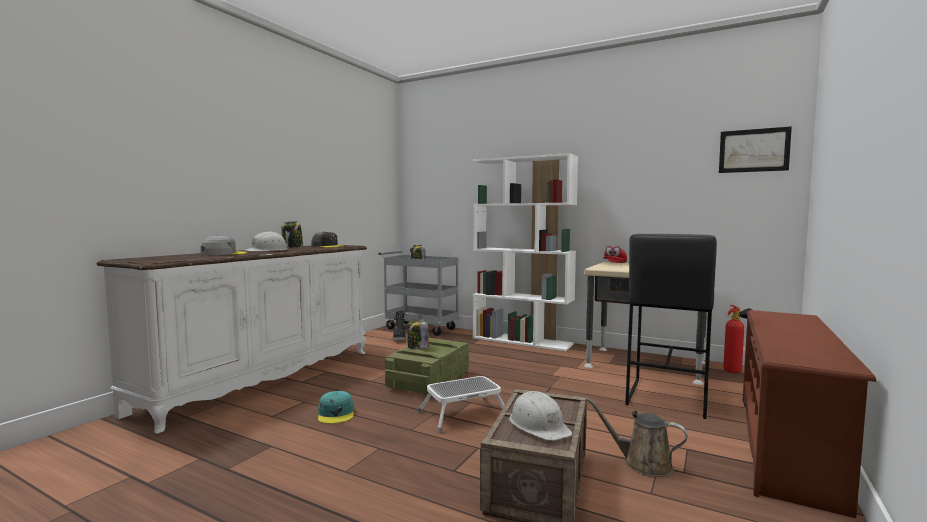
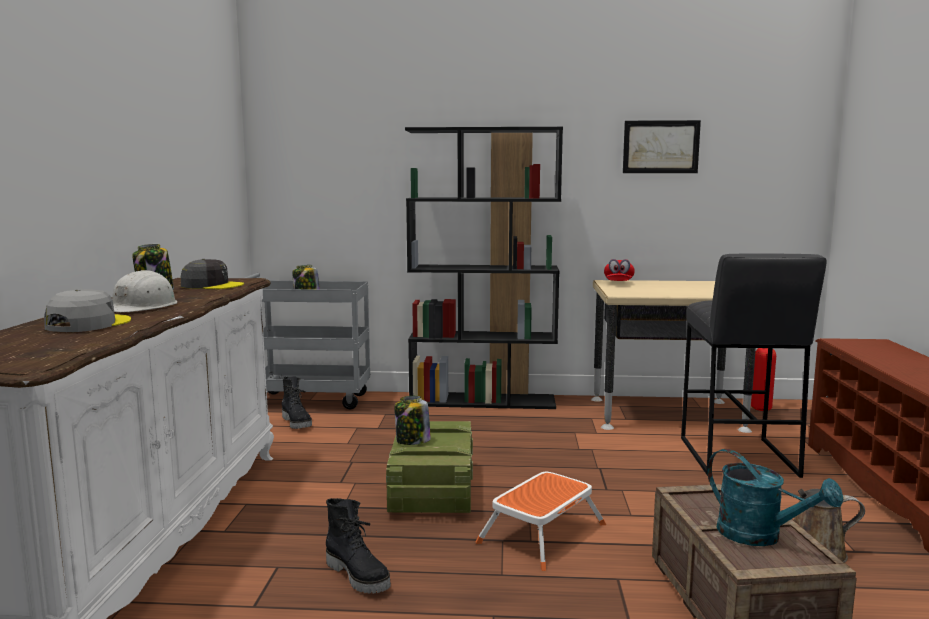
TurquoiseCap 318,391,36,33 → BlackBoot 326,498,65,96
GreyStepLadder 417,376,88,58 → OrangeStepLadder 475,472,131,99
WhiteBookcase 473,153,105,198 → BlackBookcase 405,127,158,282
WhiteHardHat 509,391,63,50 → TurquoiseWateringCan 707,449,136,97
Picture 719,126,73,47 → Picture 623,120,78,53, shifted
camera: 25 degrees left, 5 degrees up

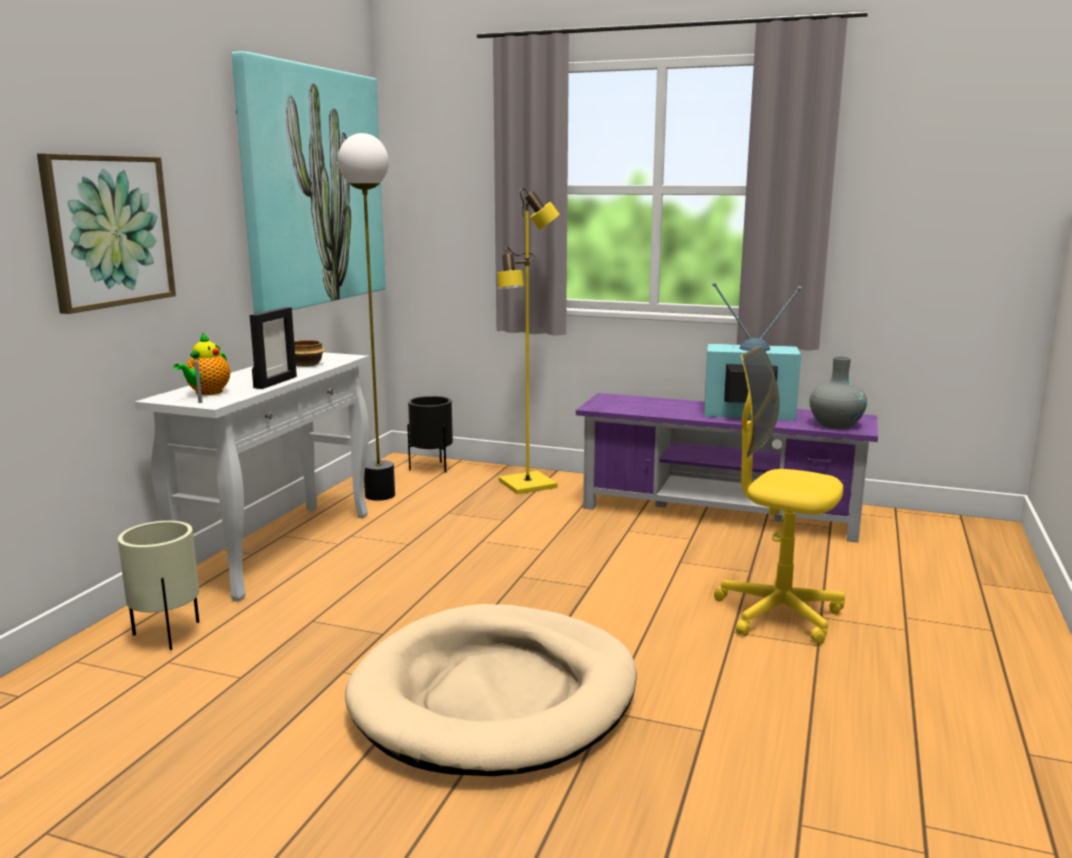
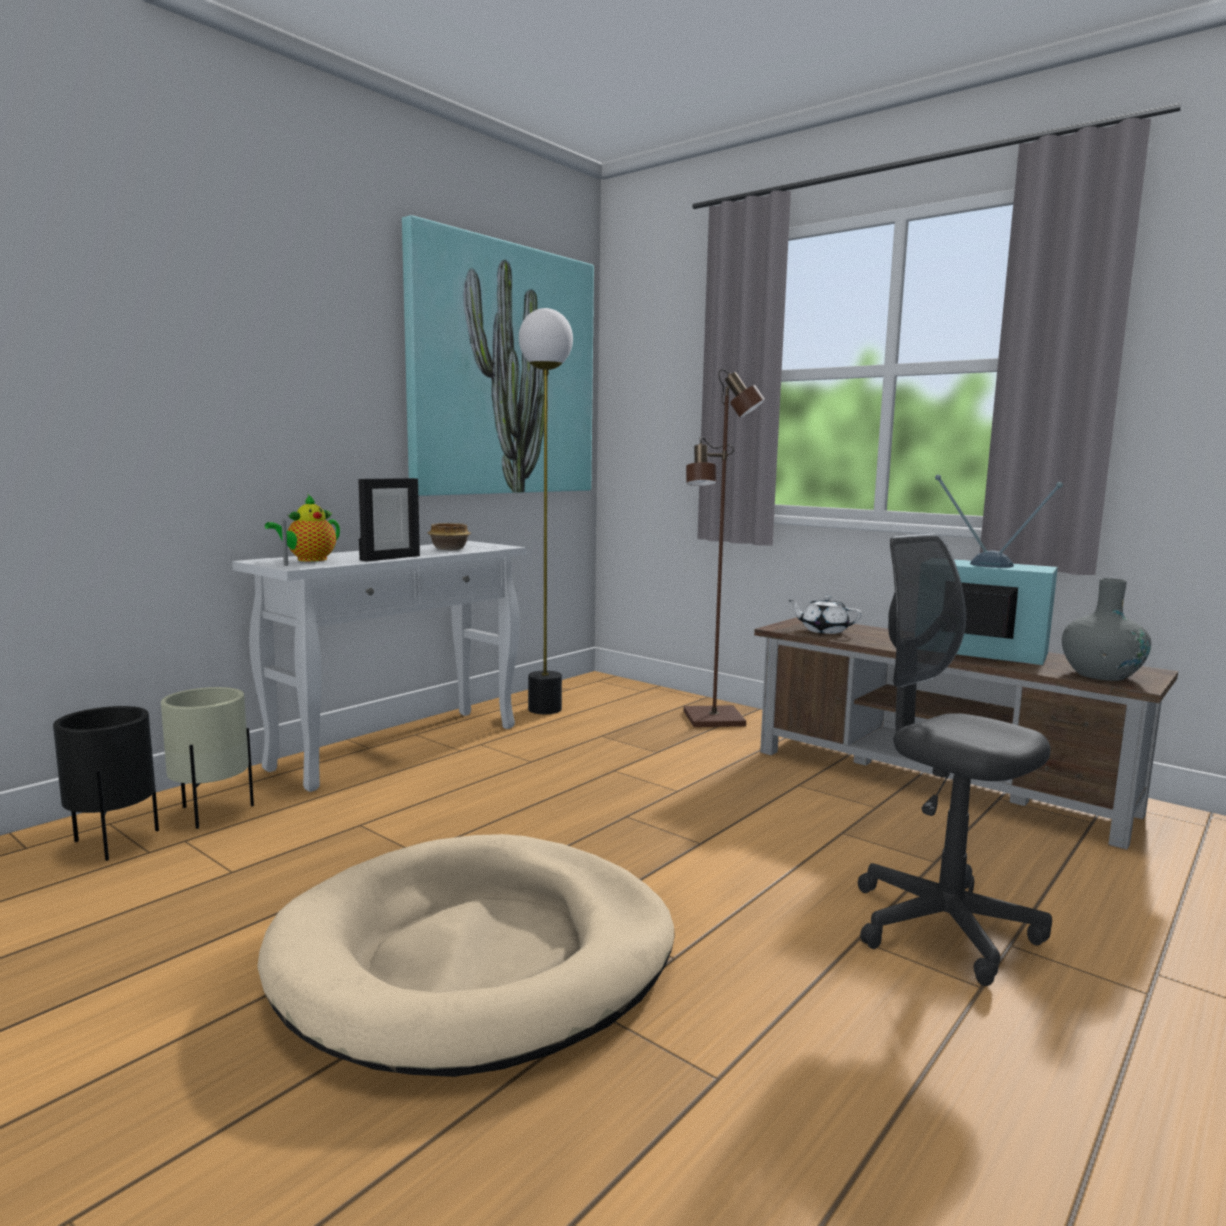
Picture 37,153,139,161 → -
BlackPlanter 407,396,46,77 → BlackPlanter 53,706,106,155, shifted
YellowFloorLamp 497,188,62,306 → BrownFloorLamp 684,369,81,358
PurpleTvStand 576,393,302,150 → BrownTvStand 754,617,424,233
YellowOfficeChair 714,347,131,298 → GreyOfficeChair 858,534,194,452
- → WhiteTeapot 788,596,74,38
camera: 20 degrees right, 5 degrees down

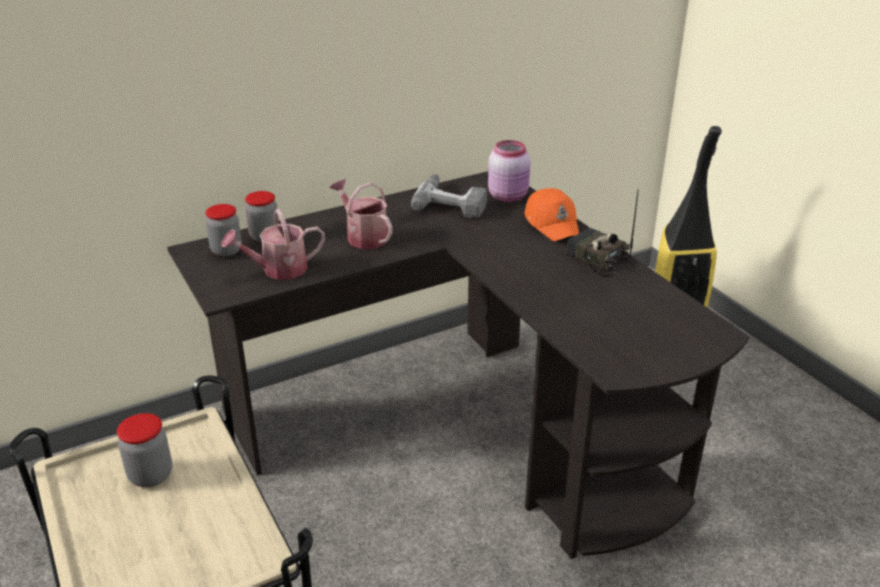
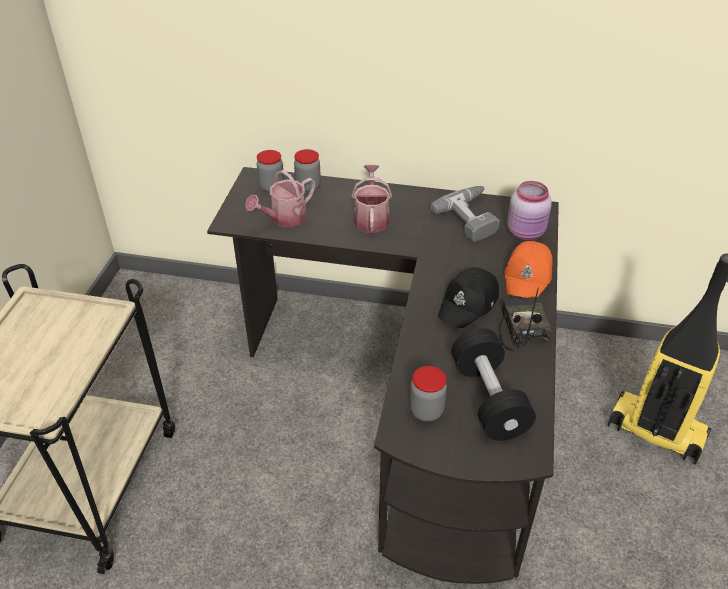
Jar 117,413,55,74 → Jar 410,366,37,55, shifted
WateringCan 221,209,104,71 → WateringCan 245,170,70,57, 60 degrees counterclockwise
- → BlackCap 438,267,61,61
- → BlackDumbbell 451,328,85,113
camera: 40 degrees right, 10 degrees up

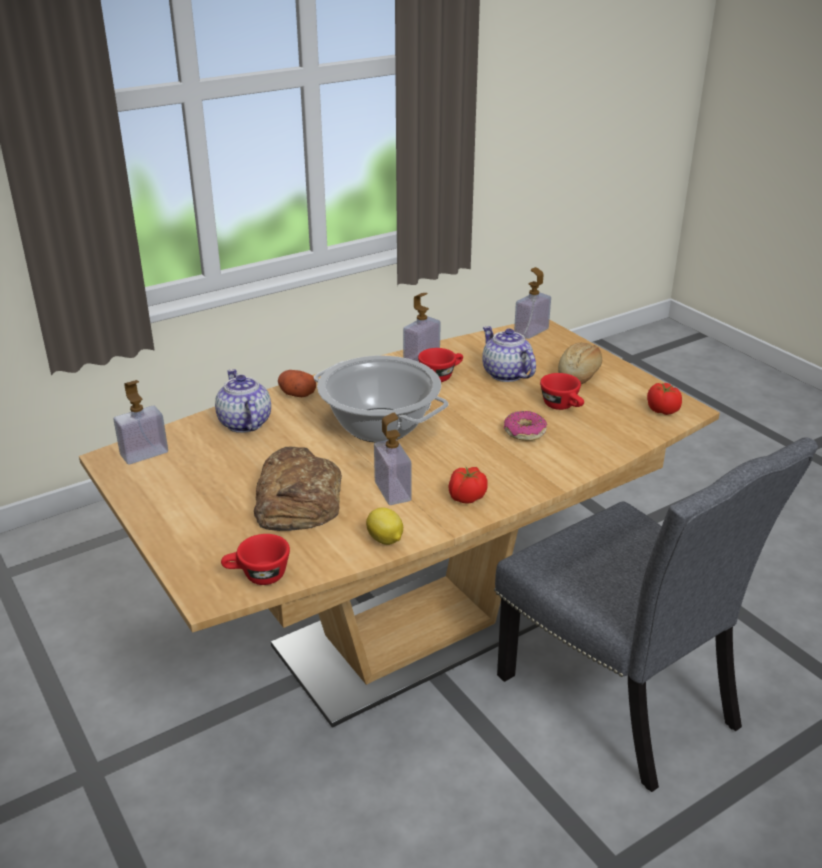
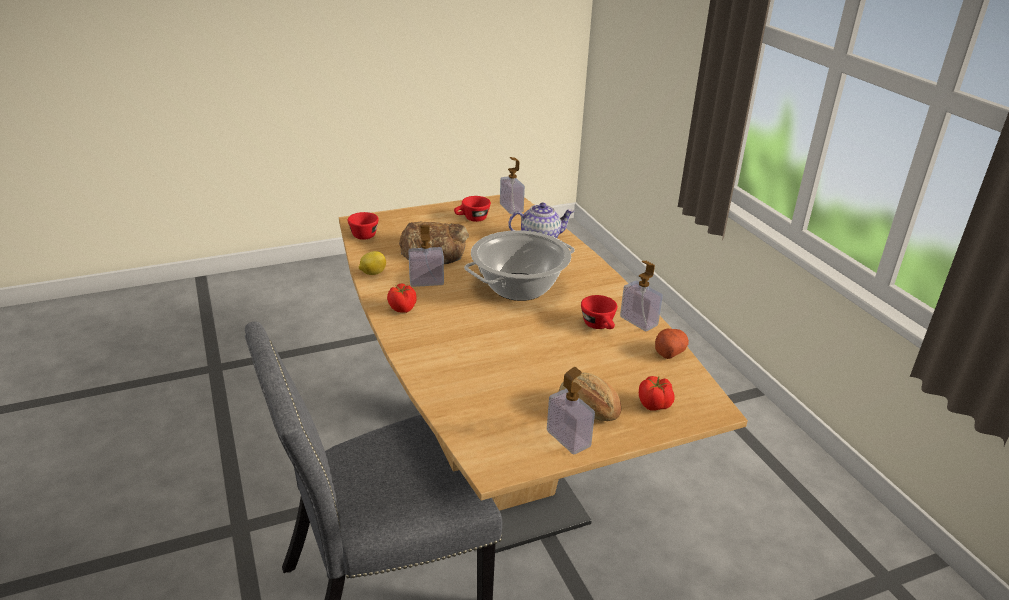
Potato 278,370,38,27 → Potato 655,328,34,31, shifted
Teapot 482,326,54,56 → -
Donut 504,411,43,30 → -
SoapDispenser 514,267,37,72 → SoapDispenser 547,367,48,88, shifted
RedCup 540,373,44,37 → RedCup 454,196,37,26, shifted
Tomato 647,383,35,32 → Tomato 639,376,36,35, shifted
camera: 100 degrees right, 0 degrees up

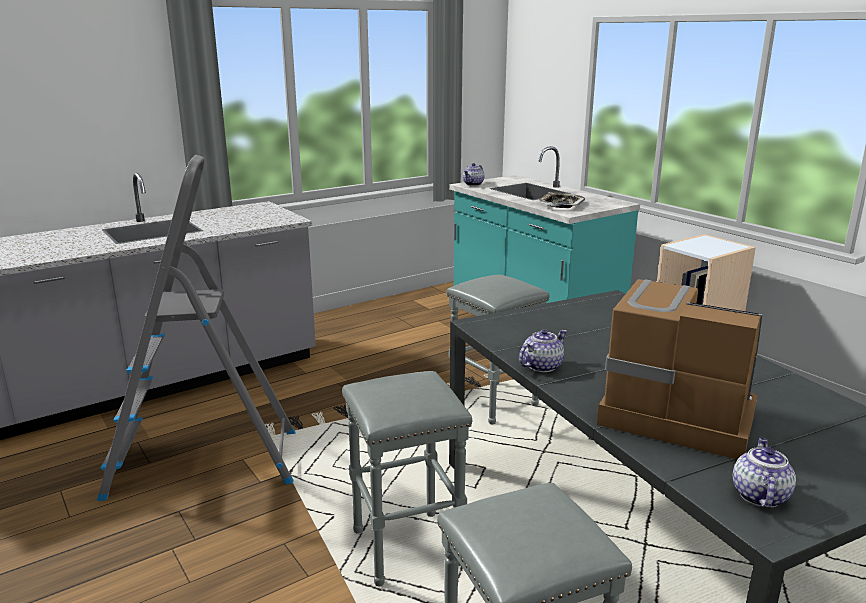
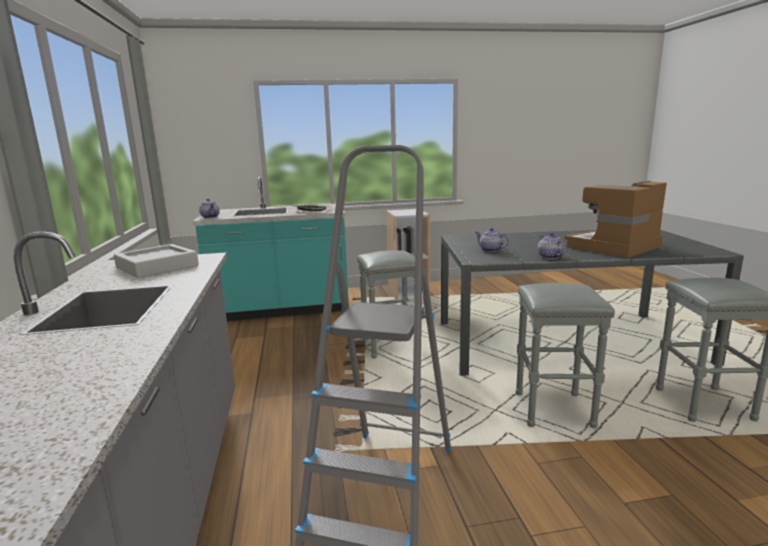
Teapot 733,438,63,70 → Teapot 475,228,34,24, shifted
- → GreyTray 114,244,85,34
camera: 65 degrees left, 5 degrees down

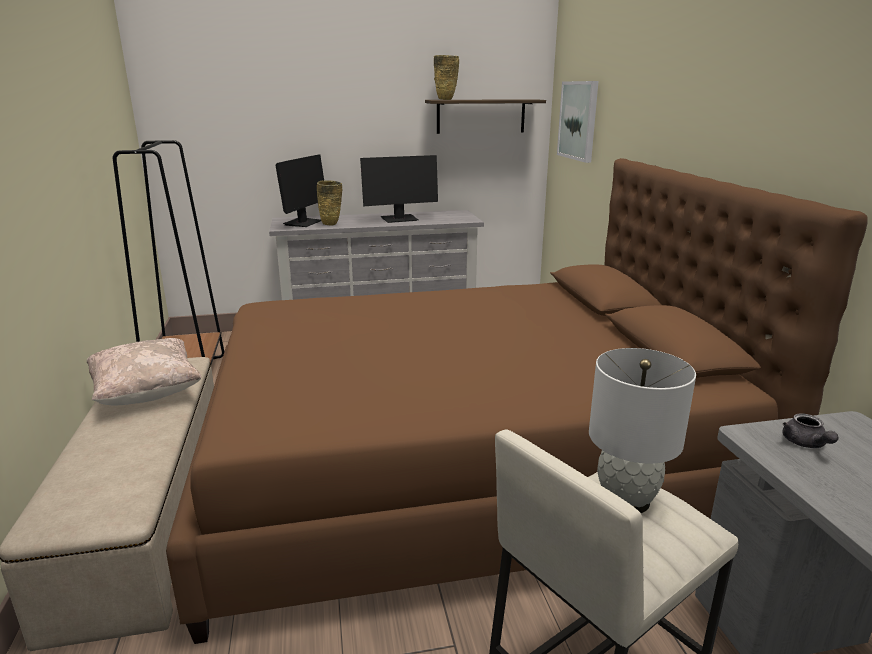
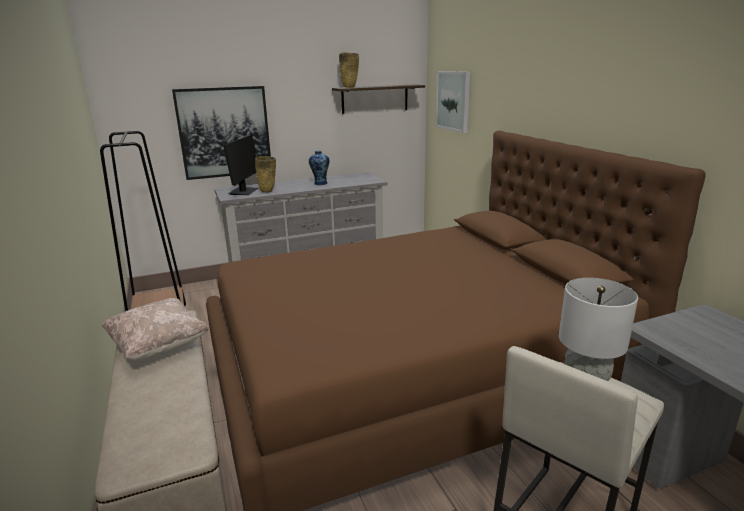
Monitor 360,155,78,68 → Vase 309,151,21,34
GreyTeapot 782,413,57,35 → -
- → Picture 172,86,99,94
camera: 10 degrees left, 0 degrees up

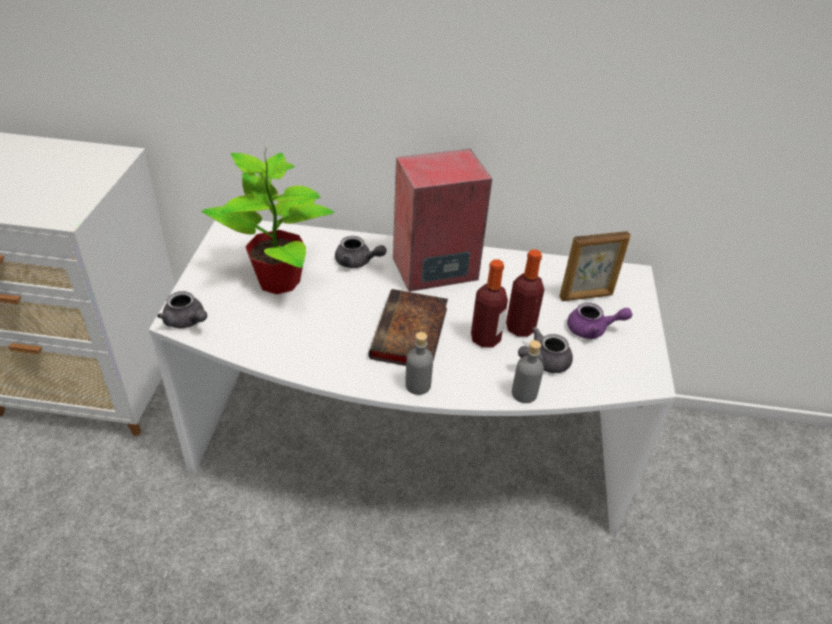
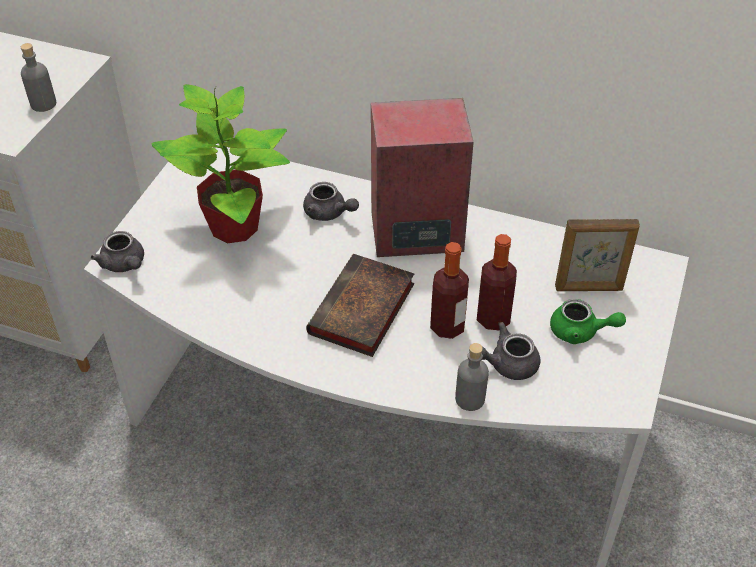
GreyBottle 405,332,28,63 → GreyBottle 21,43,35,69, shifted
PurpleTeapot 567,302,65,37 → GreenTeapot 550,299,76,45
camera: 15 degrees right, 5 degrees up

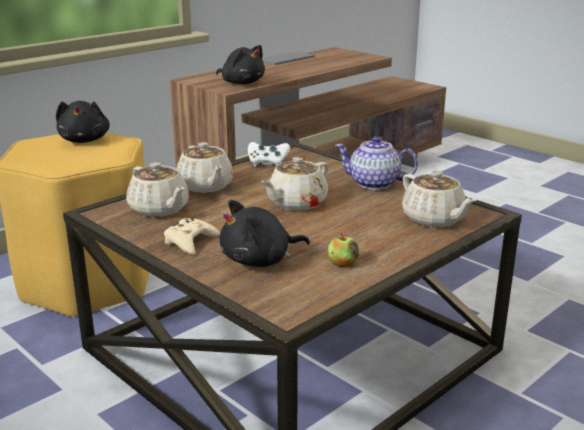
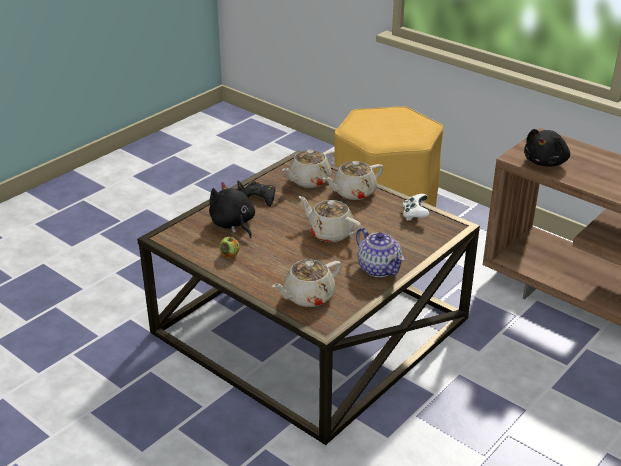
BlackPlushToy 56,101,54,42 → -
BeigeGameController 164,218,56,37 → BlackGameController 245,181,30,26
Teapot 335,136,83,54 → Teapot 356,228,49,49, 135 degrees clockwise
camera: 85 degrees right, 10 degrees up

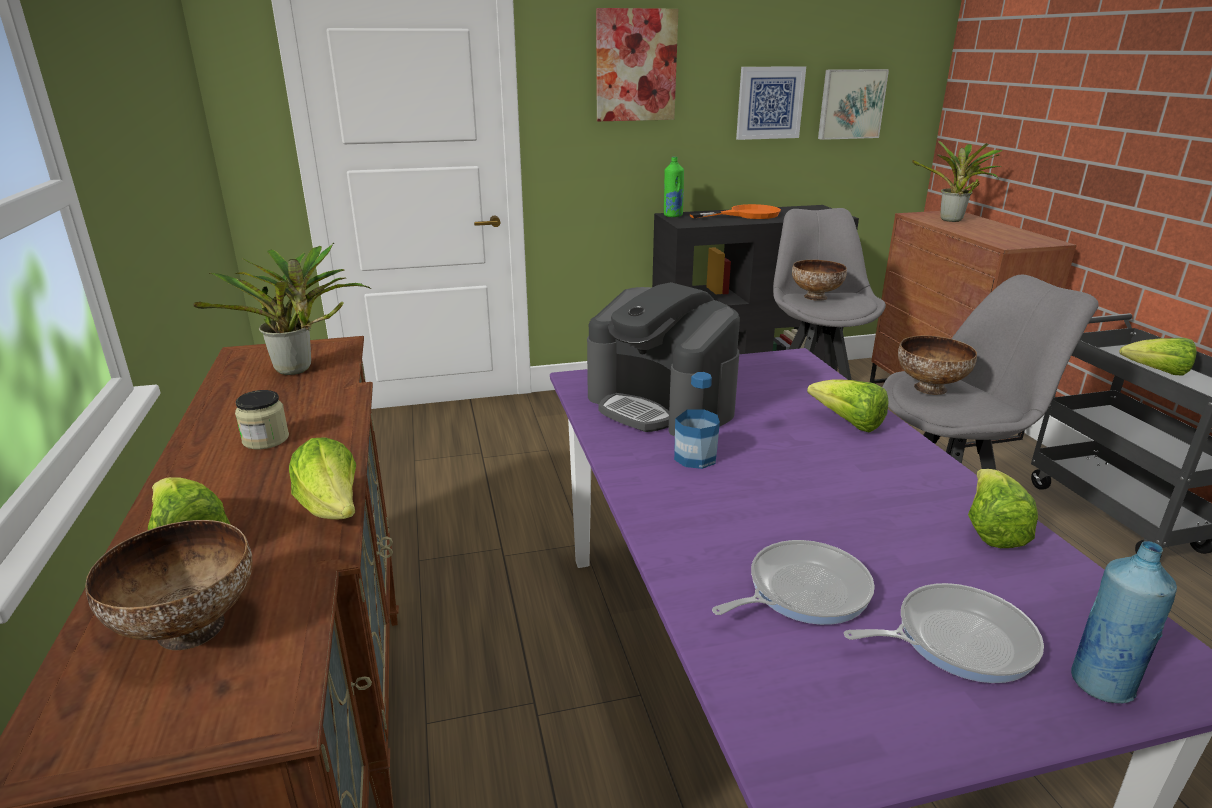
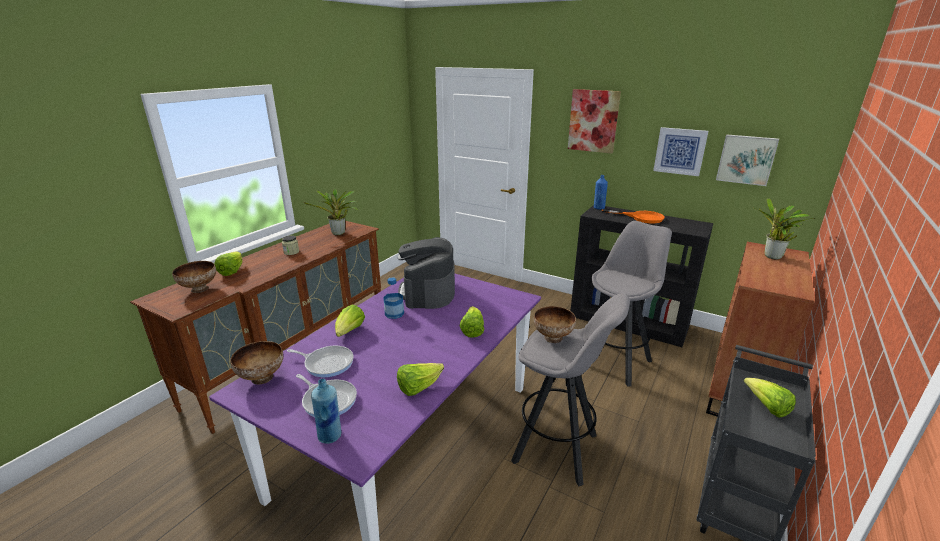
Lettuce 289,437,67,83 → Lettuce 335,305,30,32, shifted
GreenBottle 664,157,20,60 → BlueBottle 594,175,14,34
Bowl 792,260,55,41 → Bowl 230,341,53,43, shifted
camera: 45 degrees right, 0 degrees up

